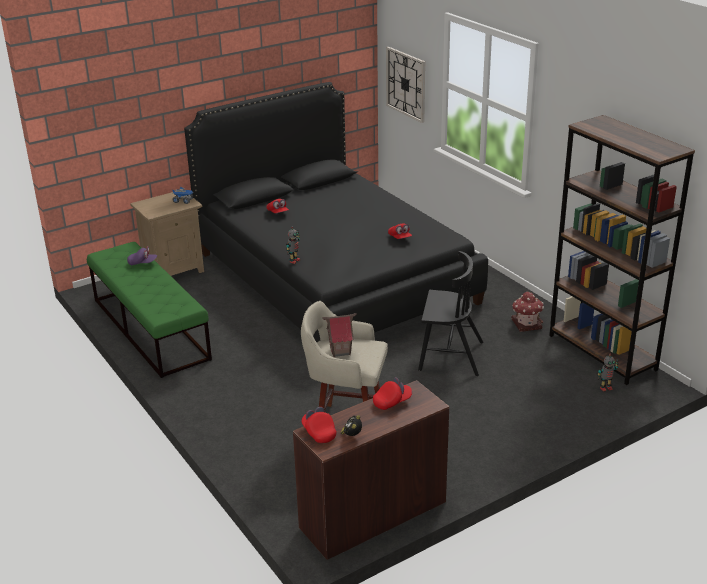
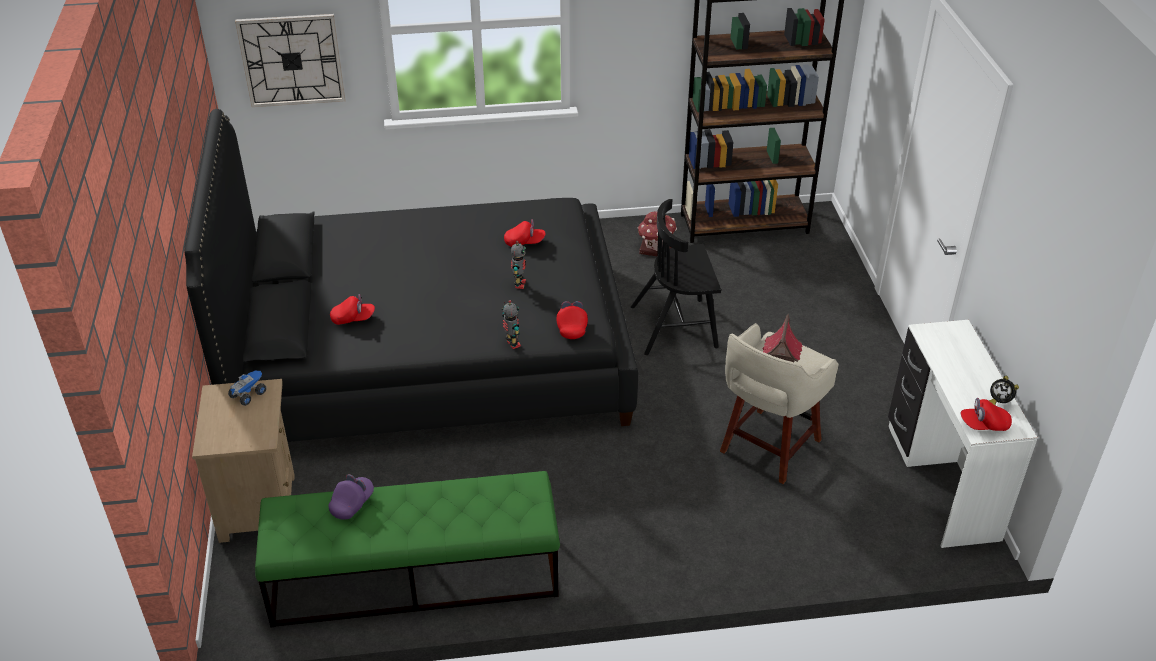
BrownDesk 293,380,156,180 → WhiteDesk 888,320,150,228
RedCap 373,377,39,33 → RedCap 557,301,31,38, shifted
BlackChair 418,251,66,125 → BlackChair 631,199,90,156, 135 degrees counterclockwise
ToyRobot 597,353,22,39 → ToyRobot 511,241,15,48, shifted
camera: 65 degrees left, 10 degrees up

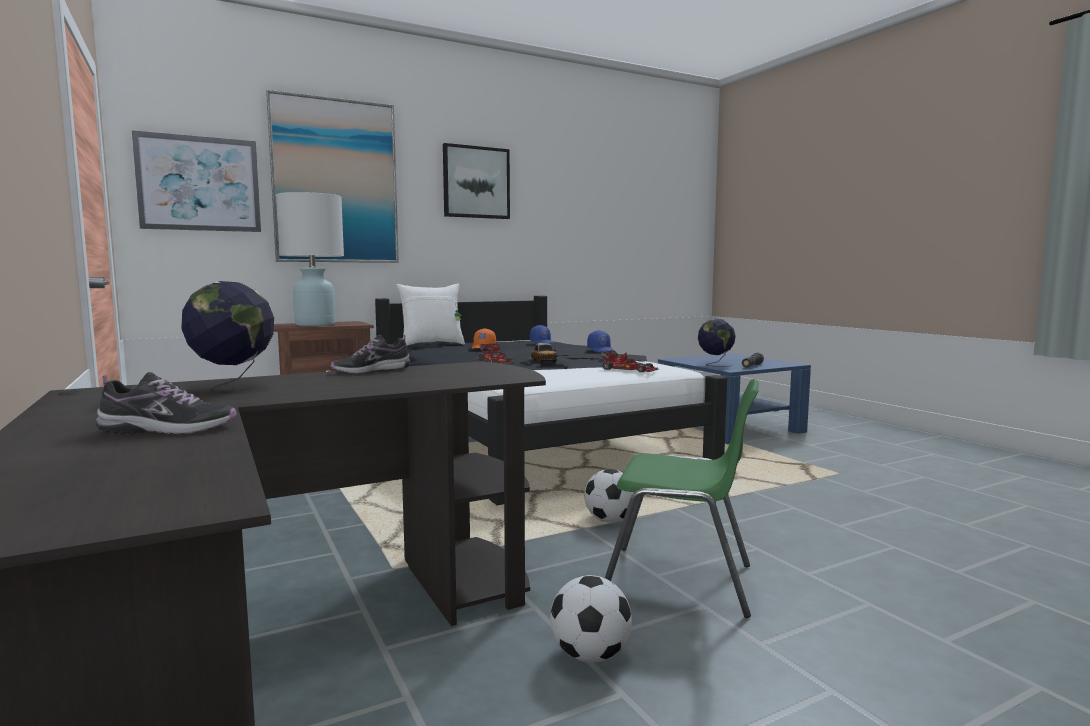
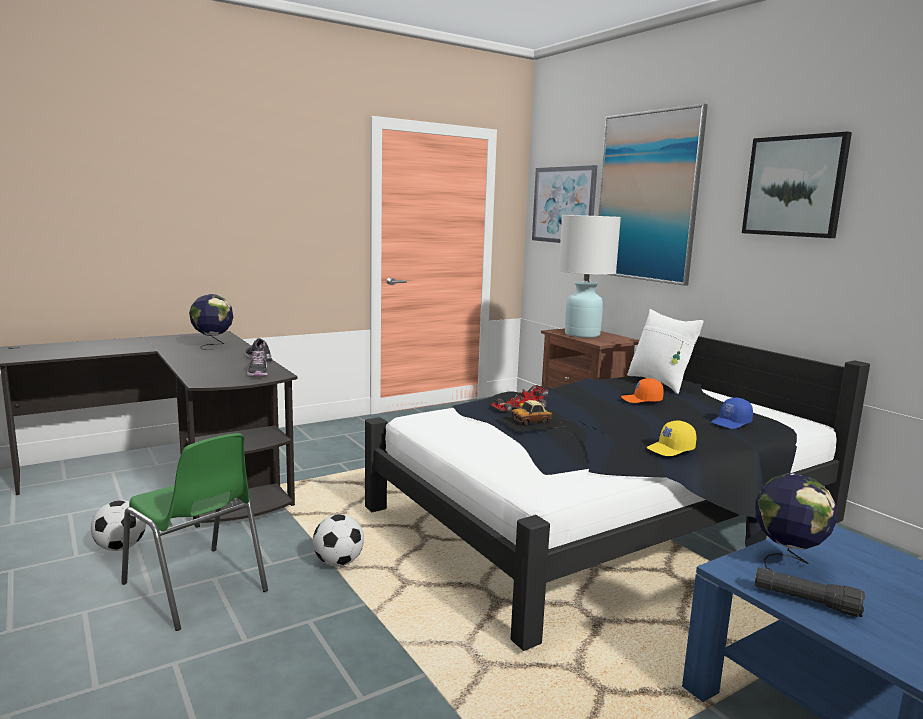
Shoe 96,372,141,62 → Shoe 247,345,21,32, shifted
BlueCap 587,330,27,22 → YellowCap 647,421,49,35
ToyCar 601,350,58,22 → -
GreenChair 605,379,154,239 → GreenChair 121,433,147,198, 60 degrees counterclockwise
camera: 85 degrees right, 5 degrees up

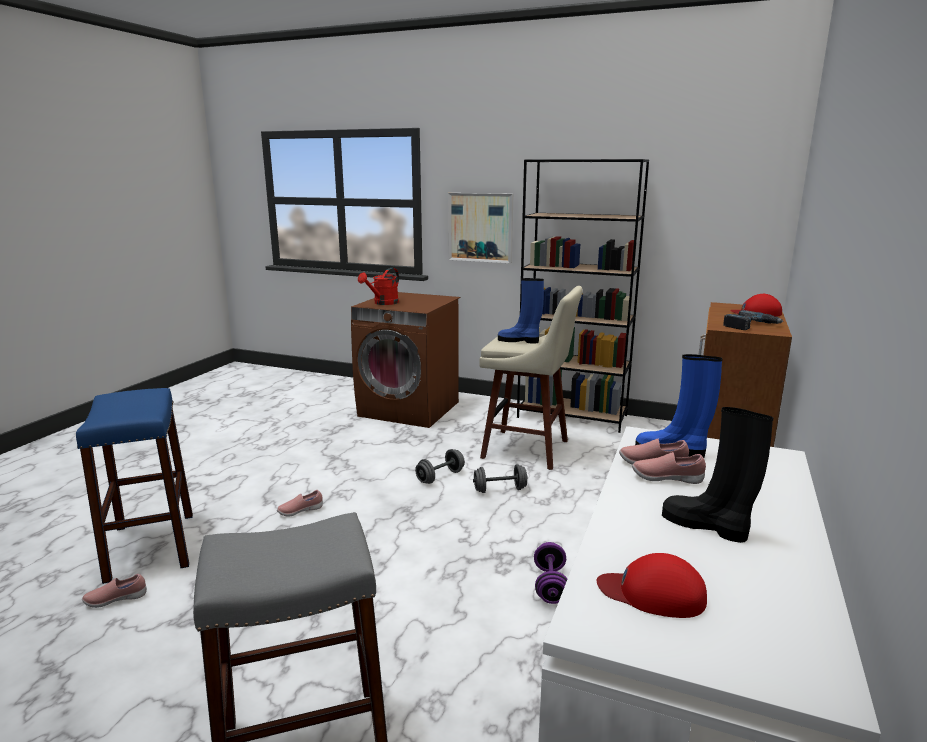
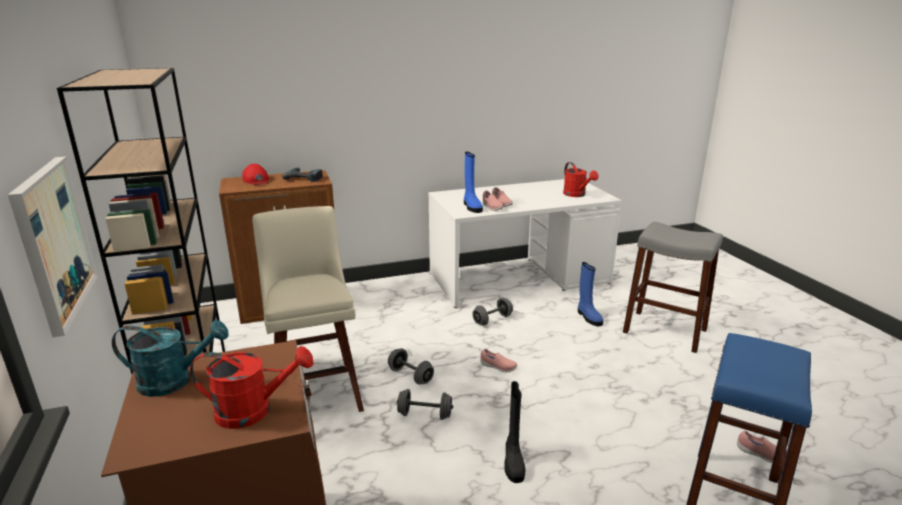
PinkShoe 277,490,46,26 → PinkShoe 480,349,37,23, shifted
BlueBoot 498,278,46,65 → BlueBoot 578,262,26,64, shifted
PurpleDumbbell 534,542,33,62 → GreyDumbbell 472,297,41,29
RedCap 597,553,110,65 → RedWateringCan 563,162,35,35
BlackBoot 662,407,111,136 → BlackBoot 504,381,21,102, shifted
- → TurquoiseWateringCan 112,320,116,77
camera: 130 degrees left, 5 degrees up

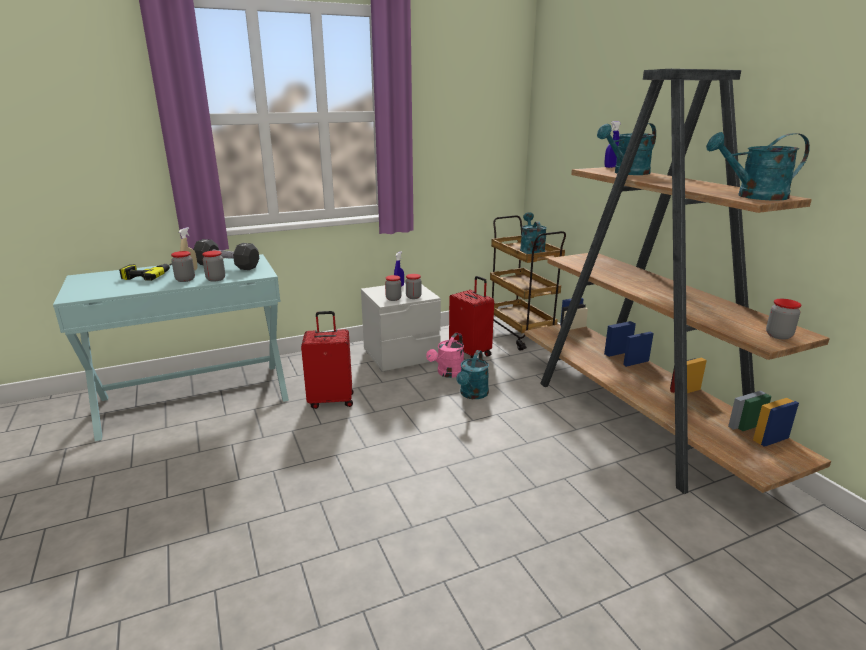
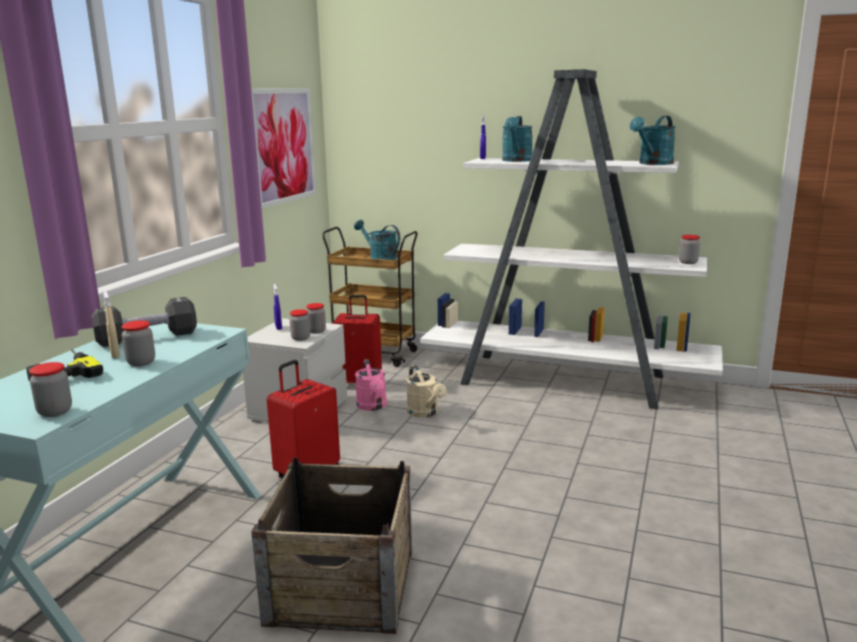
Jar 202,251,23,31 → Jar 29,362,43,55, shifted
TurquoiseWateringCan 456,350,33,49 → BeigeWateringCan 406,365,41,53
BrownBookcase 524,69,307,425 → WhiteBookcase 420,69,303,340
- → Picture 251,89,66,120
- → Crate 251,457,161,177
camera: 45 degrees left, 5 degrees down

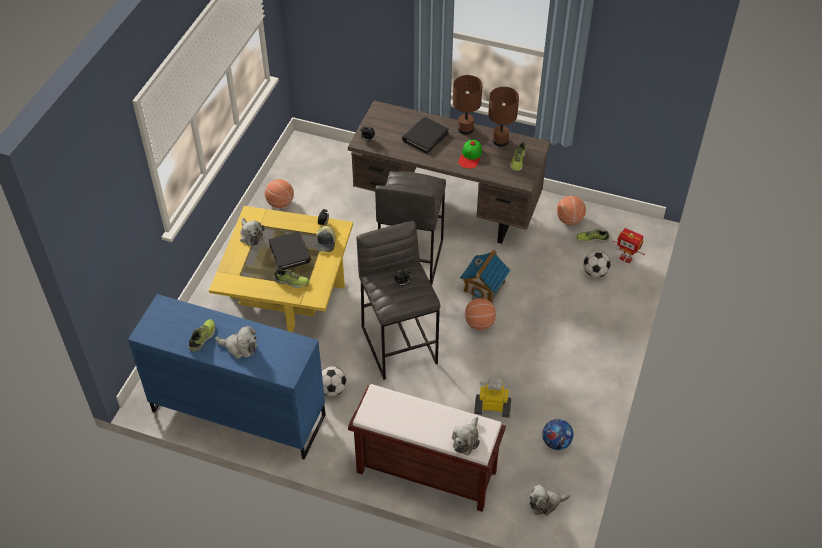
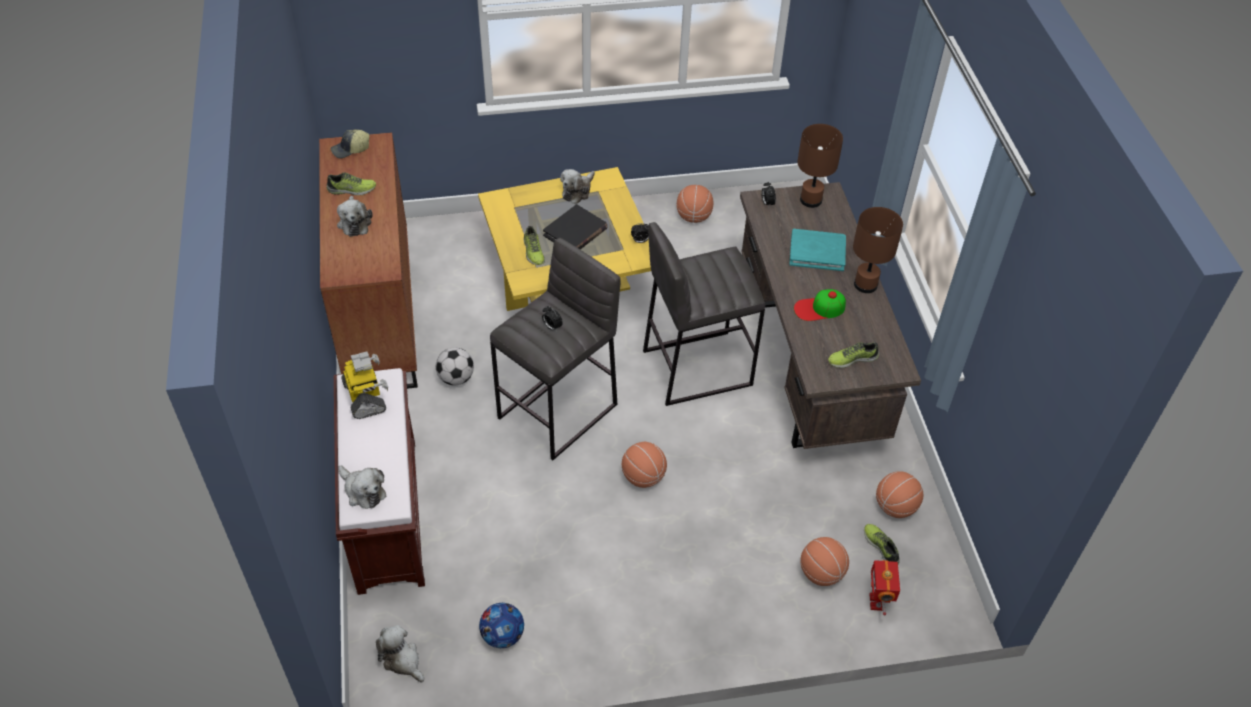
BlueDresser 128,294,197,166 → BrownDresser 319,132,99,257
Cap 316,226,20,26 → Cap 331,130,39,29, shifted
BlackBook 402,117,47,36 → TurquoiseBook 789,229,57,42
PlushToy 452,417,28,38 → PlushToy 338,466,48,43, 135 degrees counterclockwise
ToyHouse 460,250,51,53 → -
ToyRobot 474,378,37,40 → ToyRobot 342,351,46,68, shifted
BrownTableLamp 488,87,31,59 → BrownTableLamp 798,124,45,84, shifted
Football 583,250,28,28 → Basketball 800,537,49,49
camera: 60 degrees right, 0 degrees up

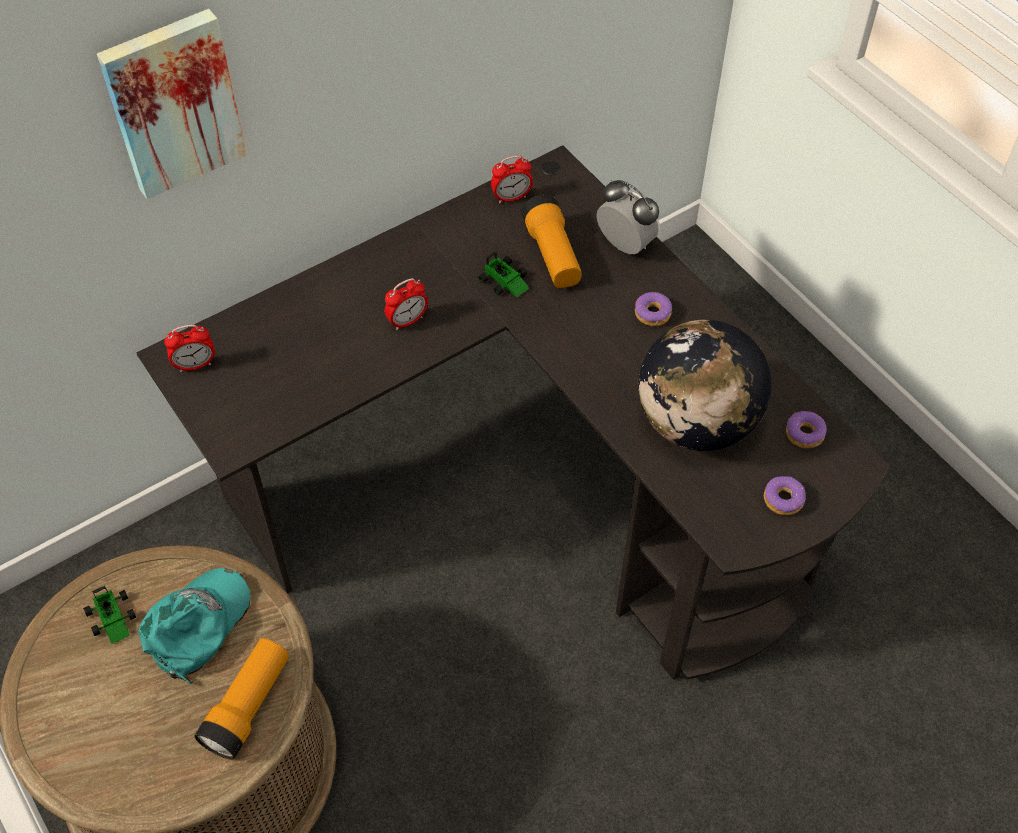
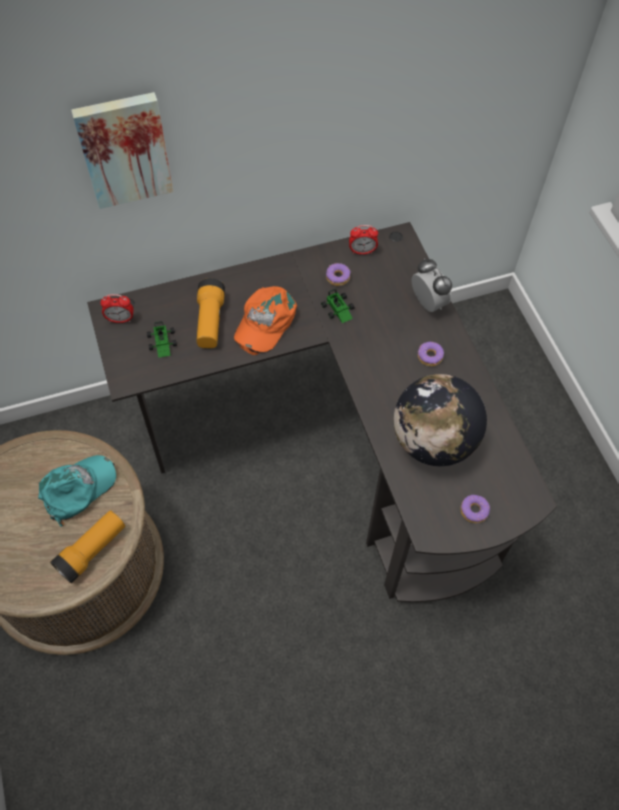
ToyCar 83,586,53,58 → ToyCar 147,321,30,37, shifted
AlarmClock 385,278,43,52 → OrangeCap 234,286,63,69
Flashlight 522,195,59,93 → Flashlight 196,278,29,70, shifted
Donut 786,411,41,38 → Donut 326,263,25,23, shifted
camera: 15 degrees right, 5 degrees up

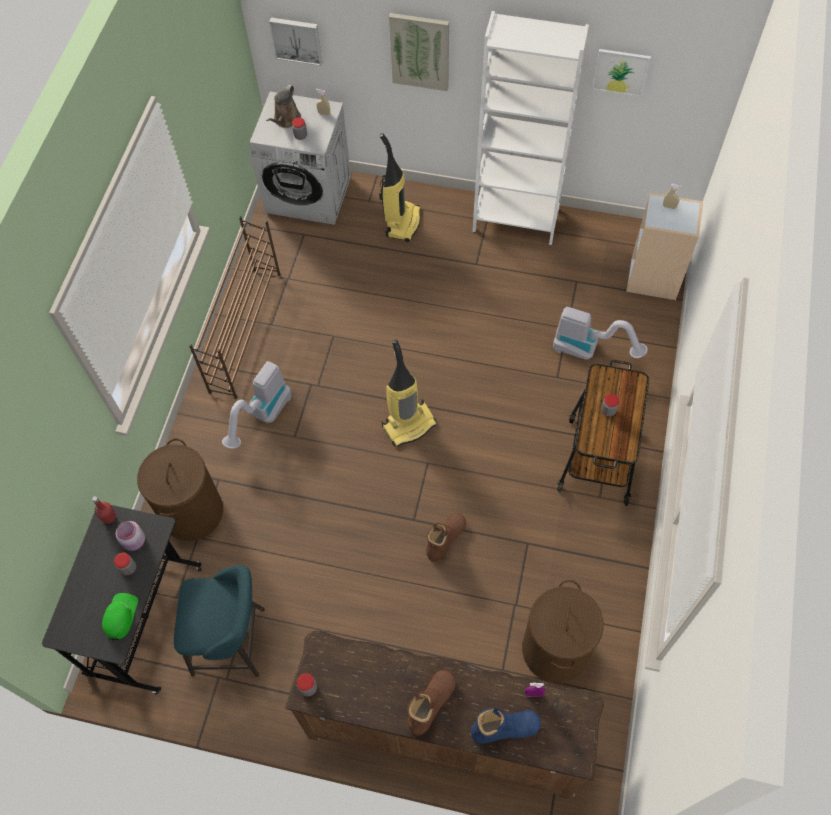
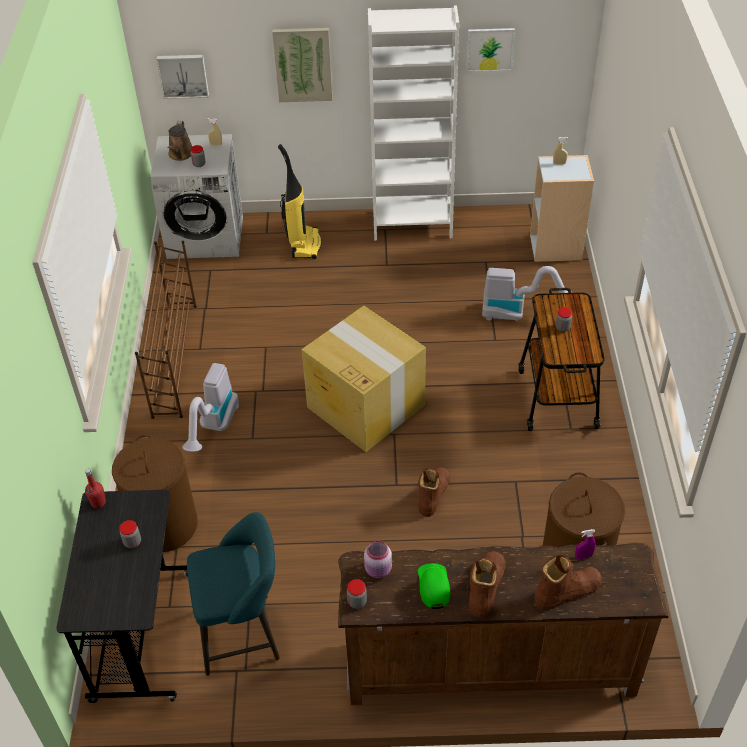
GreenCap 102,593,36,47 → GreenCap 418,563,32,46, shifted
PinkJar 115,521,30,30 → PinkJar 364,541,28,37, shifted
VacuumCleaner 382,339,55,108 → CardboardBox 302,306,124,146
BlueBoot 471,708,70,36 → BrownBoot 535,555,67,55
camera: 15 degrees left, 15 degrees down

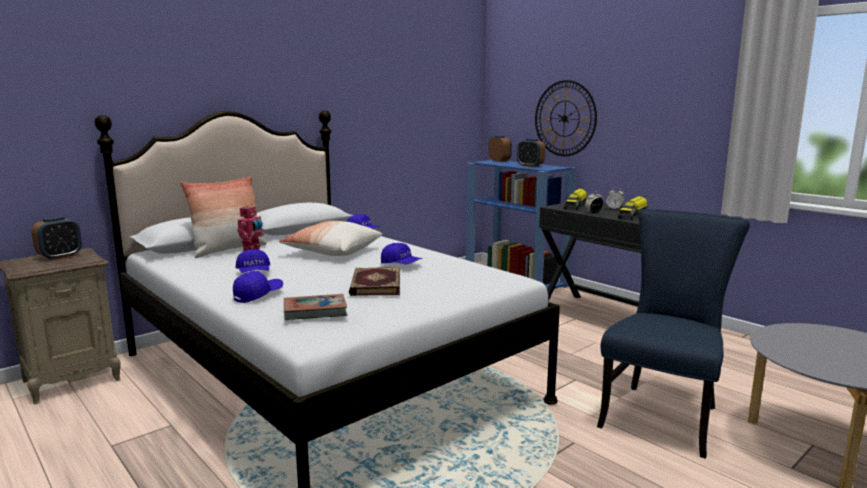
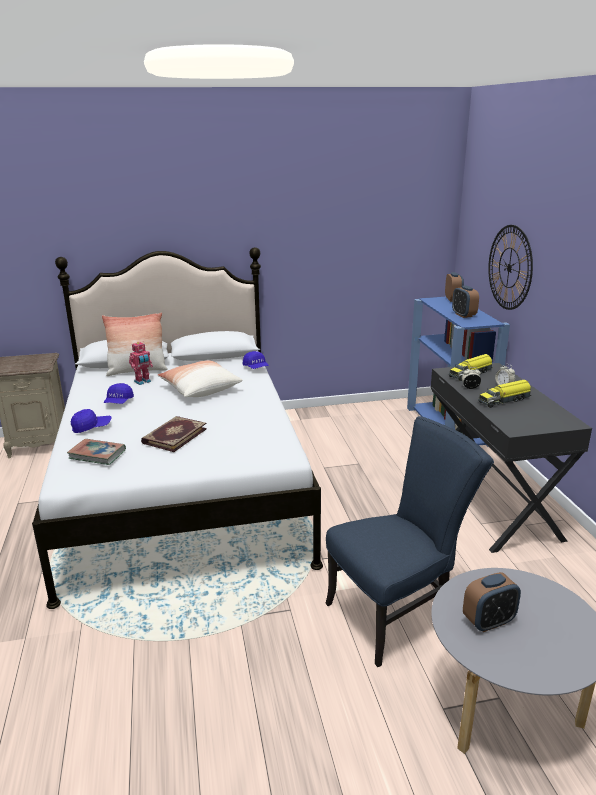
AlarmClock 31,216,51,44 → AlarmClock 463,572,58,60, shifted
BlueCap 381,243,41,21 → -
camera: 30 degrees right, 10 degrees up

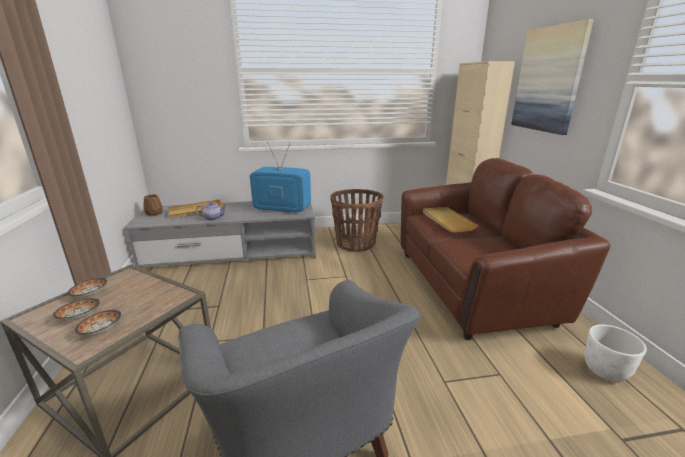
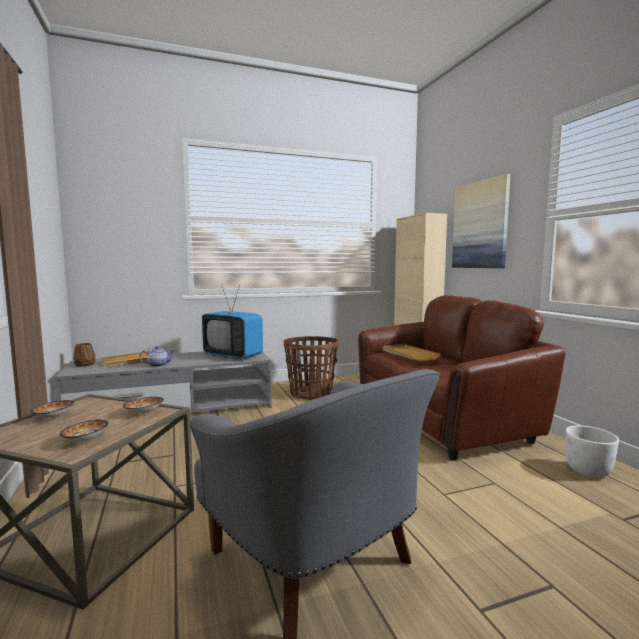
Bowl 53,298,47,22 → Bowl 123,397,41,16, shifted
Television 250,142,61,71 → Television 202,284,61,76, 150 degrees counterclockwise
camera: 10 degrees left, 15 degrees down

